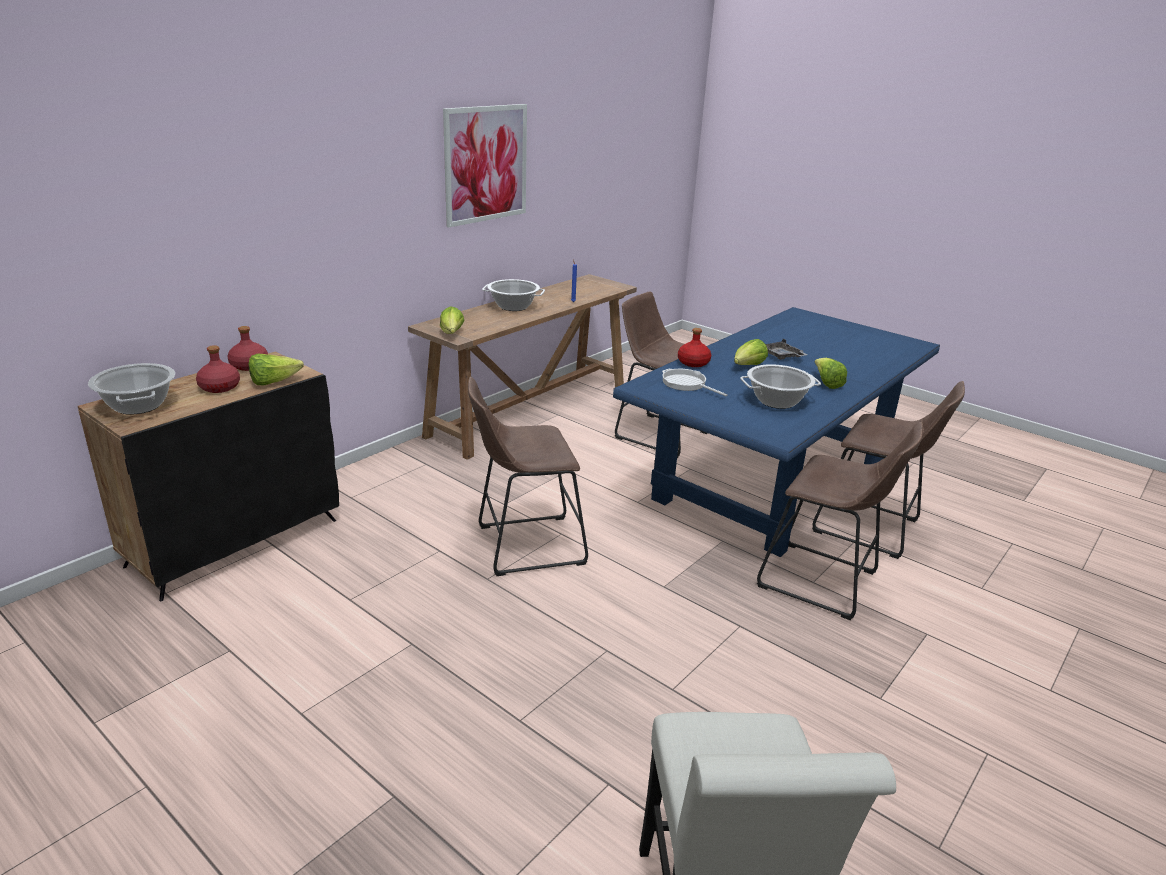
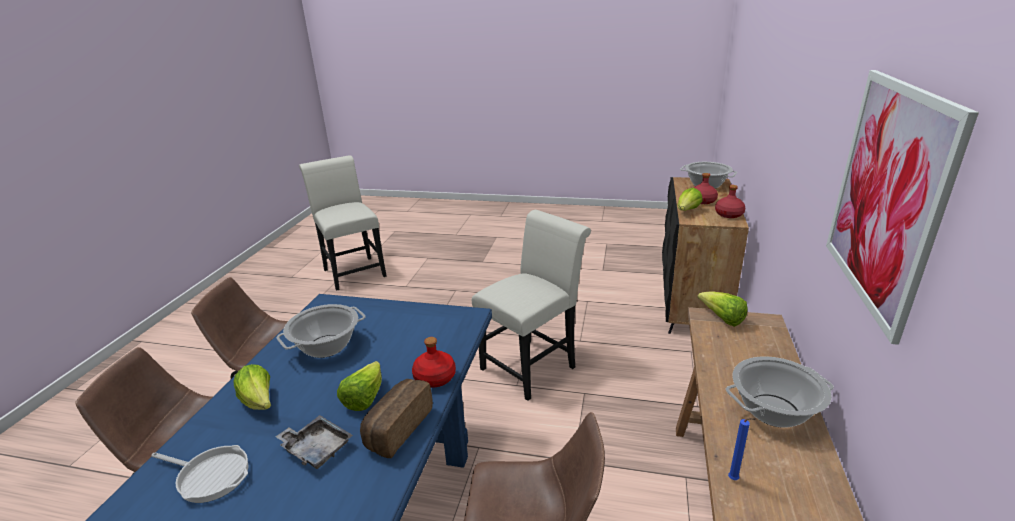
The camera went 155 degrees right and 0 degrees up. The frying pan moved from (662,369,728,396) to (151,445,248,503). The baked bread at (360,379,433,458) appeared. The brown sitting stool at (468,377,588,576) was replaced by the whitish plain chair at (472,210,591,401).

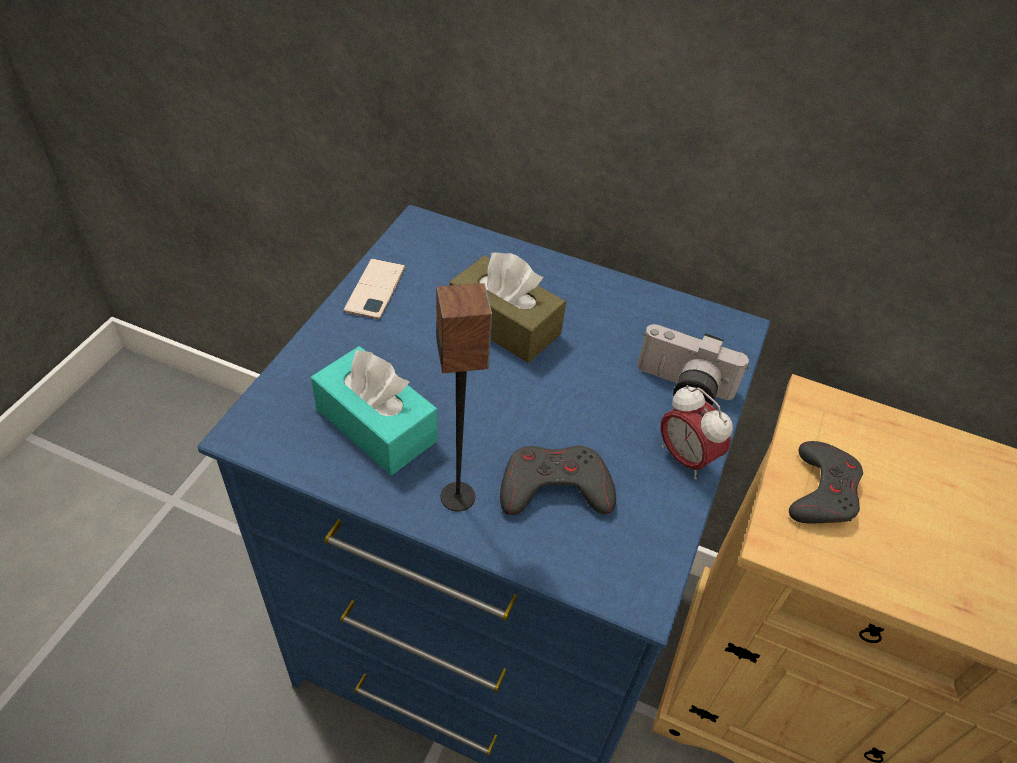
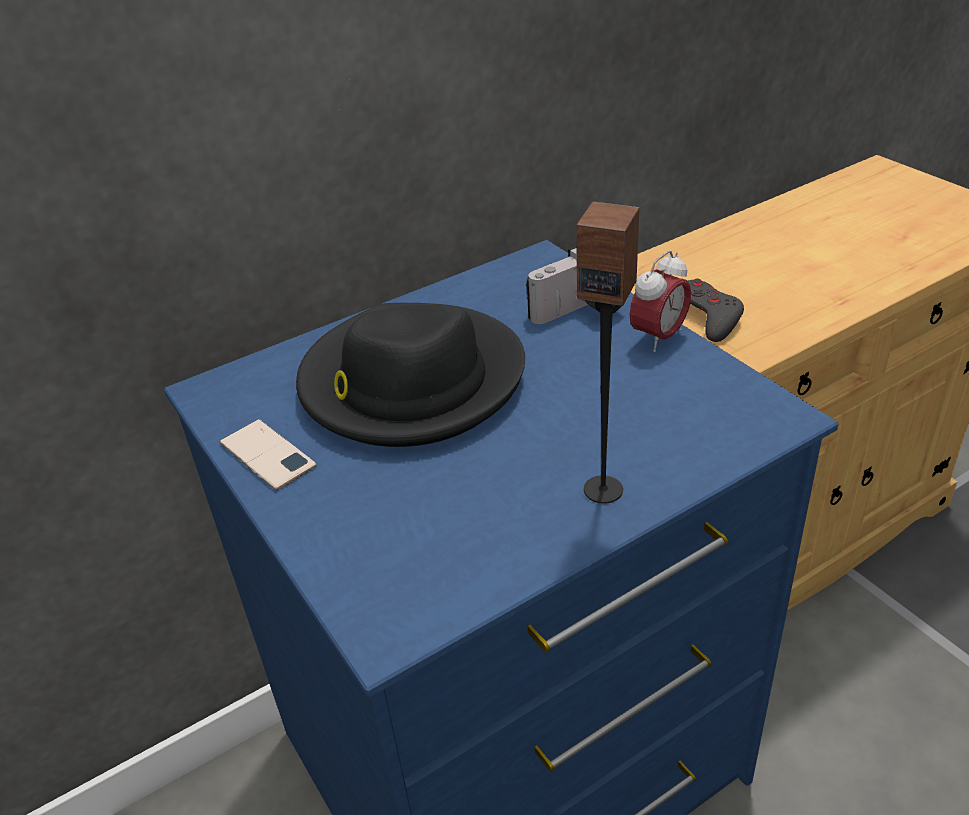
The camera went 50 degrees left and 10 degrees down. The brown tissue holder at (449,252,566,363) was replaced by the blackish clothing hat at (296,303,525,447). The alarm clock at (661,385,733,479) turned 45 degrees counterclockwise. The turquoise tissue holder at (311,346,437,475) disappeared. The grey joypad at (500,446,616,515) disappeared.

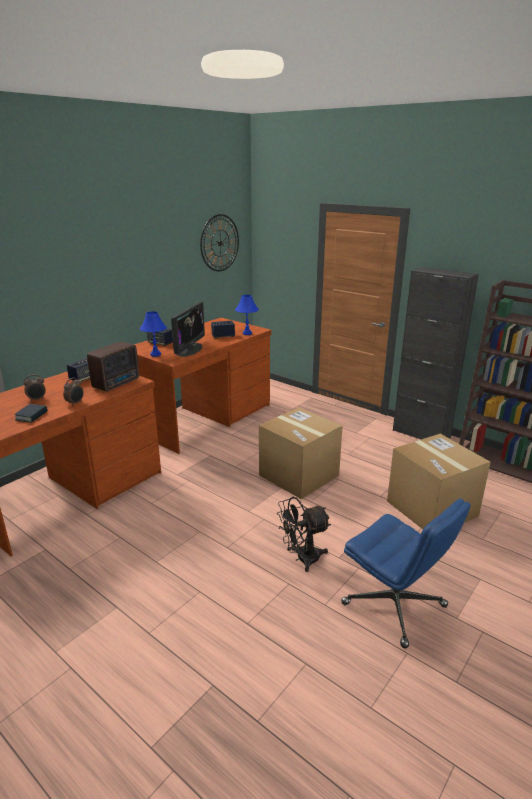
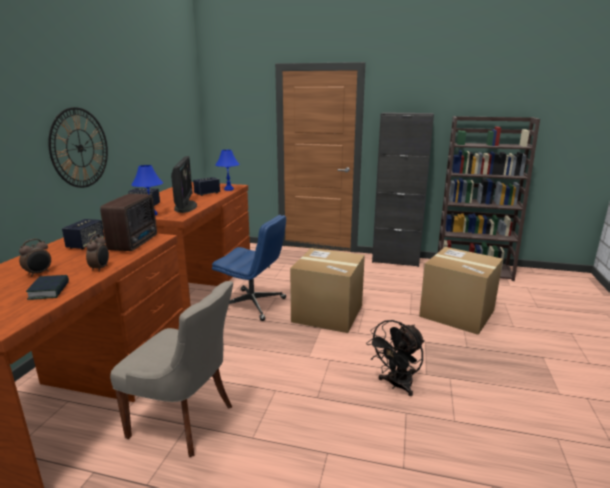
The camera went 25 degrees left and 5 degrees down. The clock on the wall moved from (200,214,239,271) to (48,107,108,188). The grey plain chair at (110,281,233,457) appeared. The blue-coloured desk chair moved from (341,499,470,648) to (212,215,286,321).

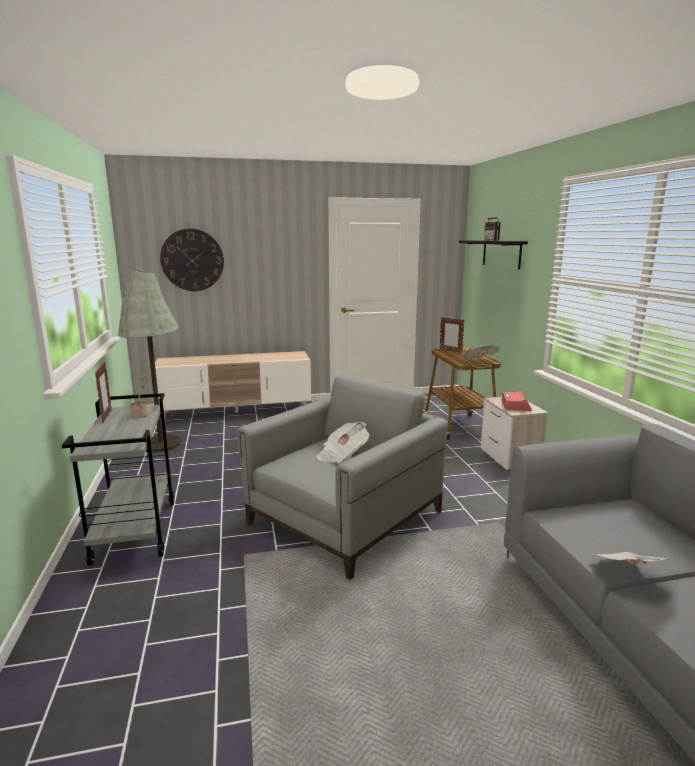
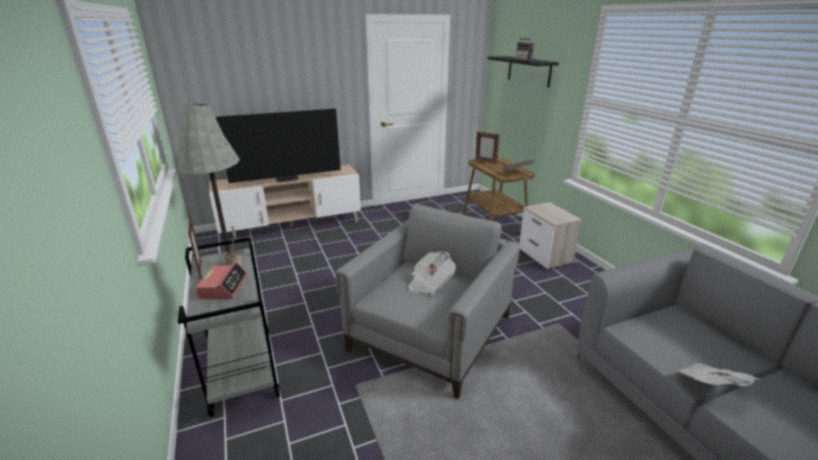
The camera went 10 degrees left and 10 degrees up. The alarm clock moved from (502,390,532,411) to (195,263,247,299). The television at (216,109,341,183) appeared. The clock on the wall at (160,229,224,291) disappeared.

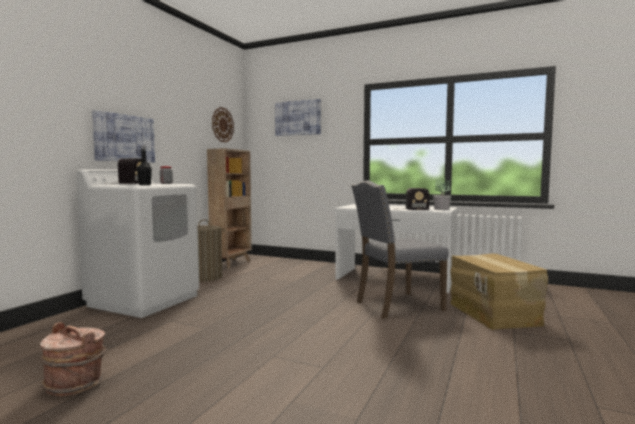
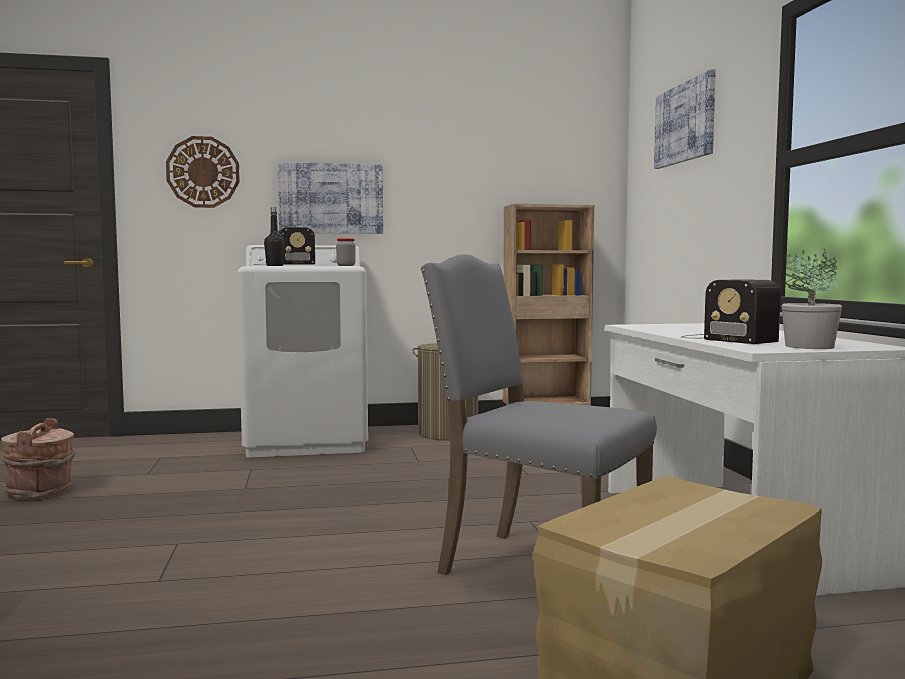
The camera went 55 degrees right and 0 degrees up. The clock on the wall moved from (212,107,234,142) to (166,136,240,208).

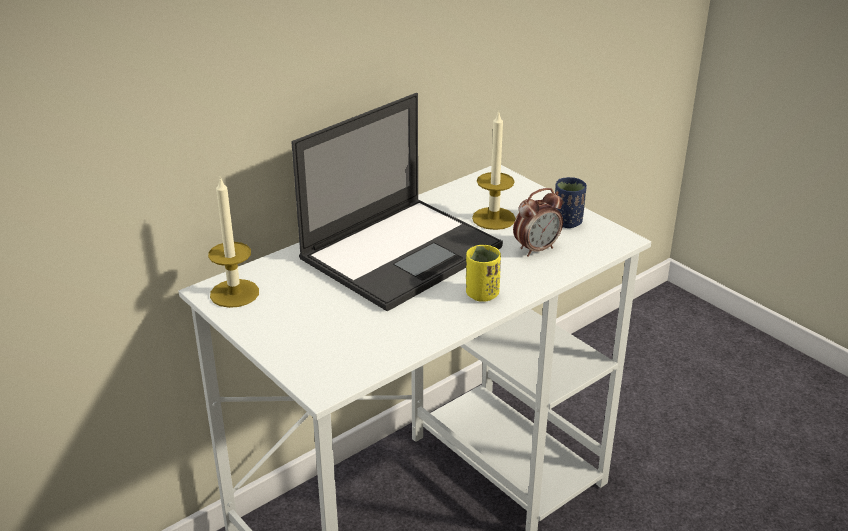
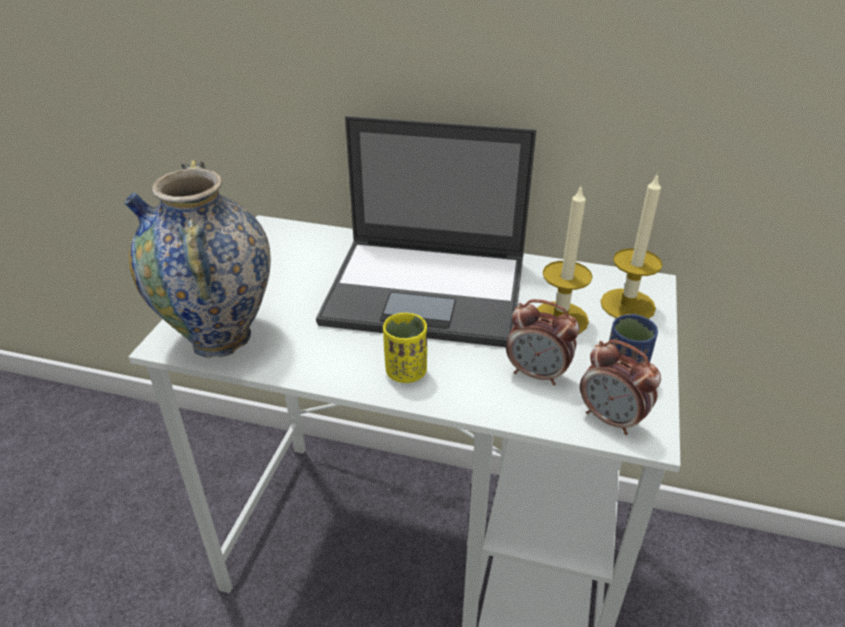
The camera went 55 degrees right and 5 degrees up. The vase at (124,160,271,358) appeared. The alarm clock at (580,340,661,435) appeared. The candle moved from (208,177,259,308) to (600,173,663,319).

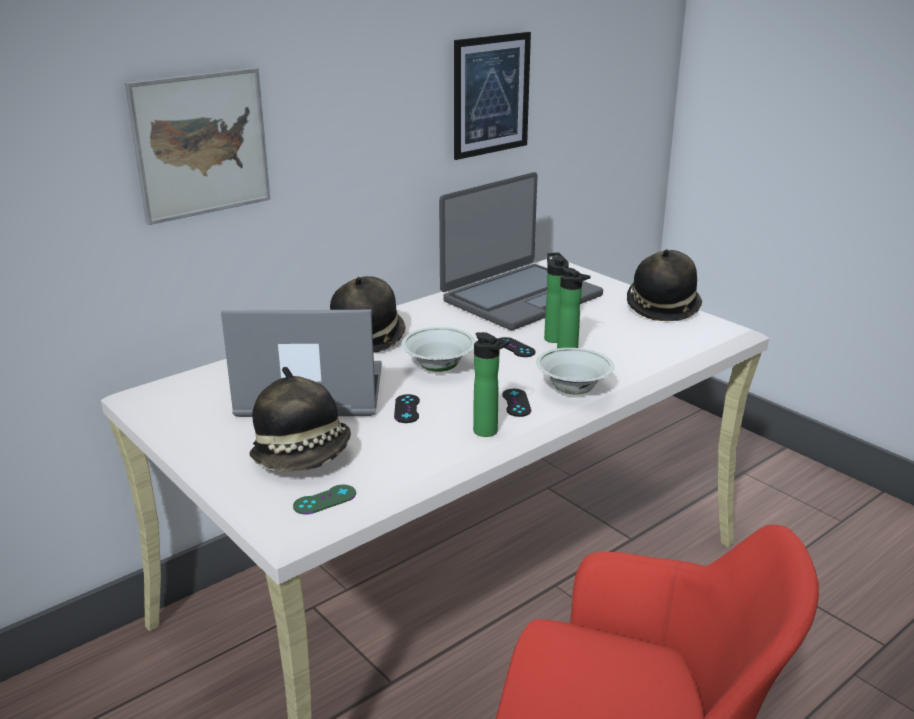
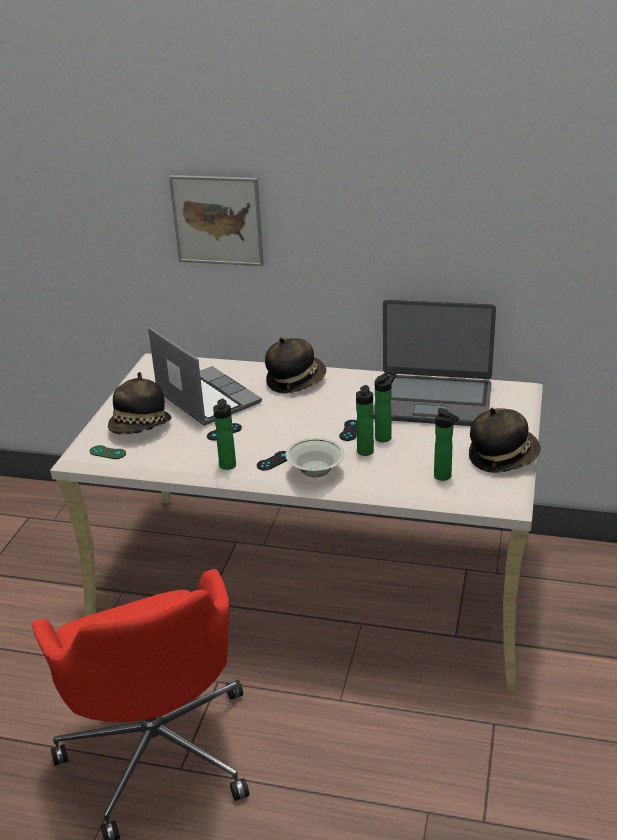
The camera went 55 degrees right and 5 degrees up. The bottle at (434,408,459,481) appeared. The whitish serving bowl at (401,327,476,372) disappeared. The picture at (454,32,531,160) disappeared.

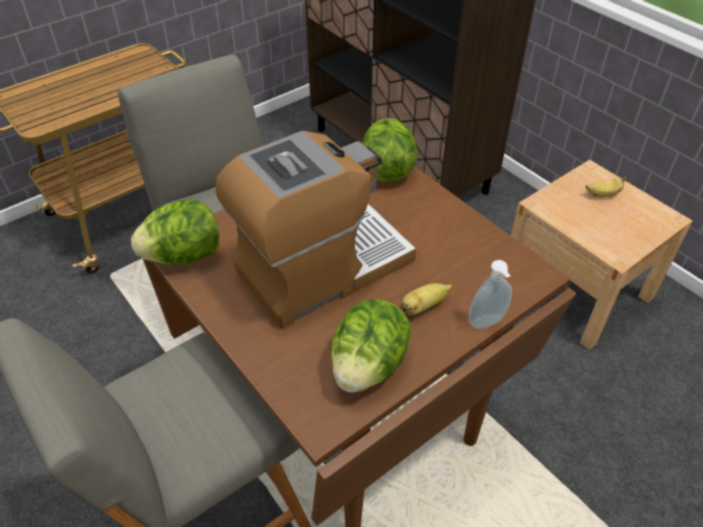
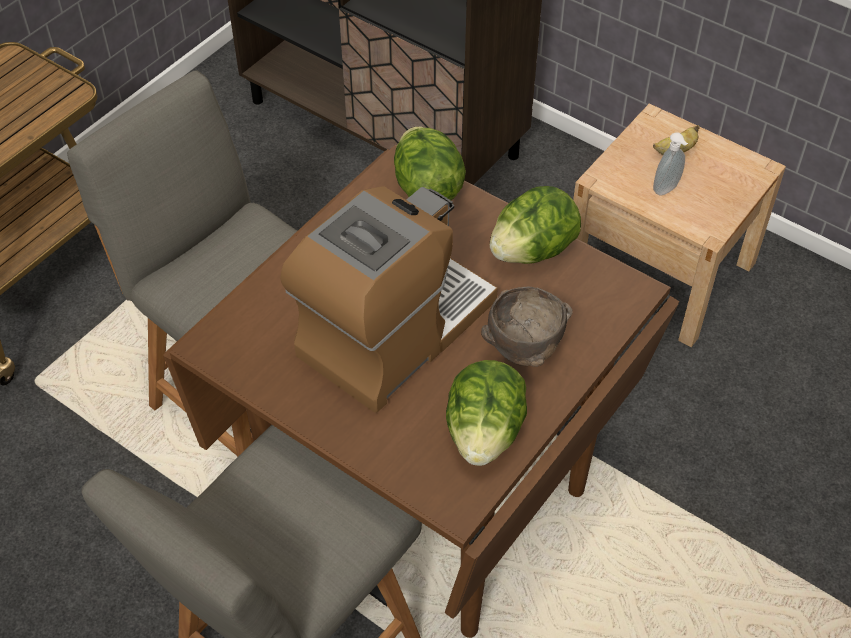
The camera went 15 degrees left and 5 degrees up. The whole banana at (401,283,452,315) was replaced by the brown serving bowl at (481,286,573,367). The lettuce moved from (131,199,219,265) to (490,186,581,264). The liquid soap bottle moved from (469,260,512,329) to (653,132,688,195).

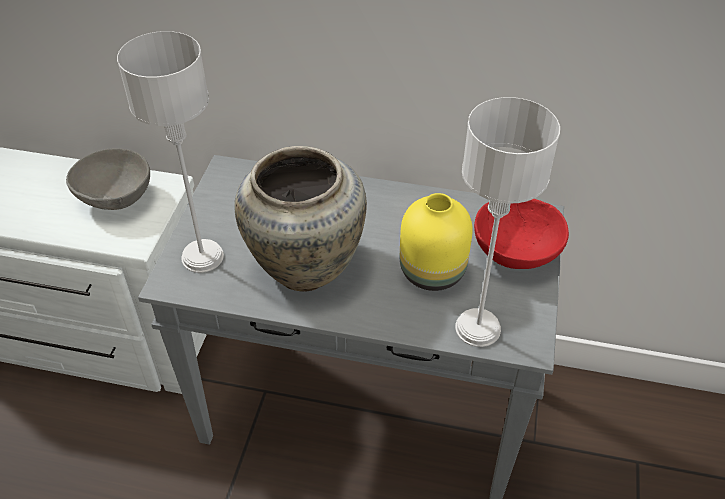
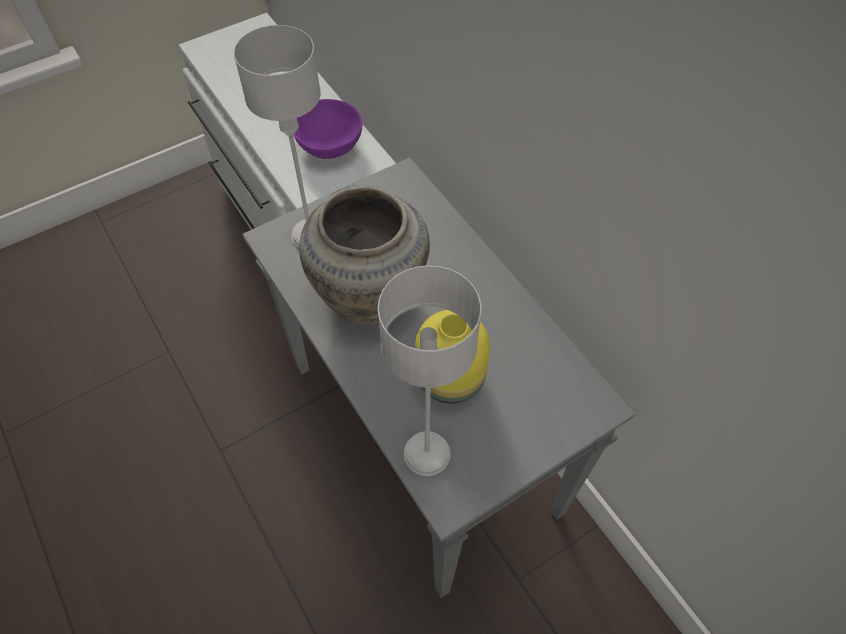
The camera went 45 degrees right and 10 degrees up. The grey serving bowl at (66,148,150,210) became the purple-coloured serving bowl at (294,99,362,159). The red-coloured serving bowl at (474,199,569,269) disappeared.

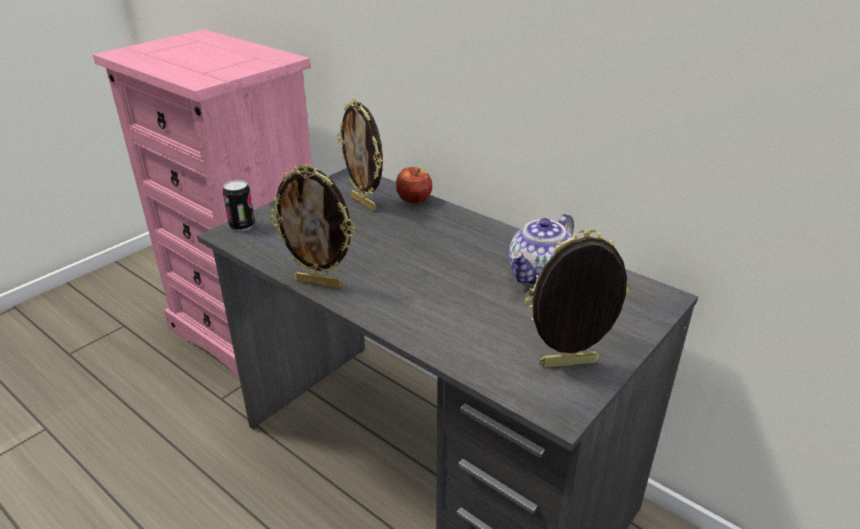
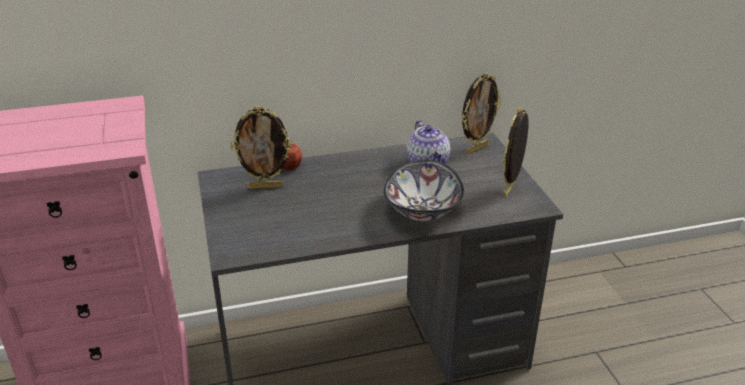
The camera went 55 degrees left and 0 degrees up. The serving bowl at (384,160,464,221) appeared. The picture frame moved from (269,164,355,288) to (462,72,501,155). The sealed can at (223,180,255,231) disappeared.

